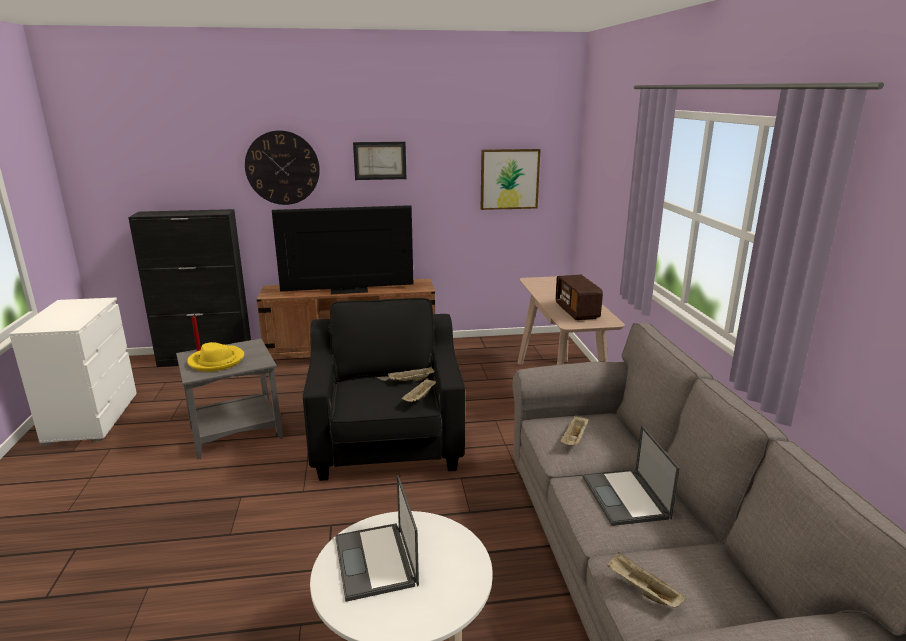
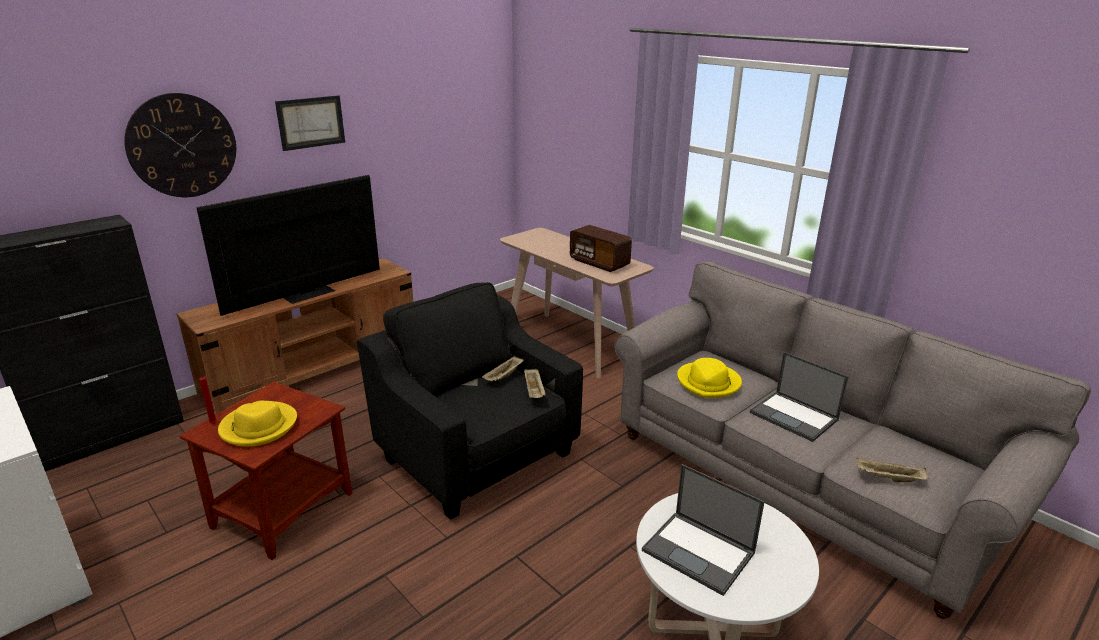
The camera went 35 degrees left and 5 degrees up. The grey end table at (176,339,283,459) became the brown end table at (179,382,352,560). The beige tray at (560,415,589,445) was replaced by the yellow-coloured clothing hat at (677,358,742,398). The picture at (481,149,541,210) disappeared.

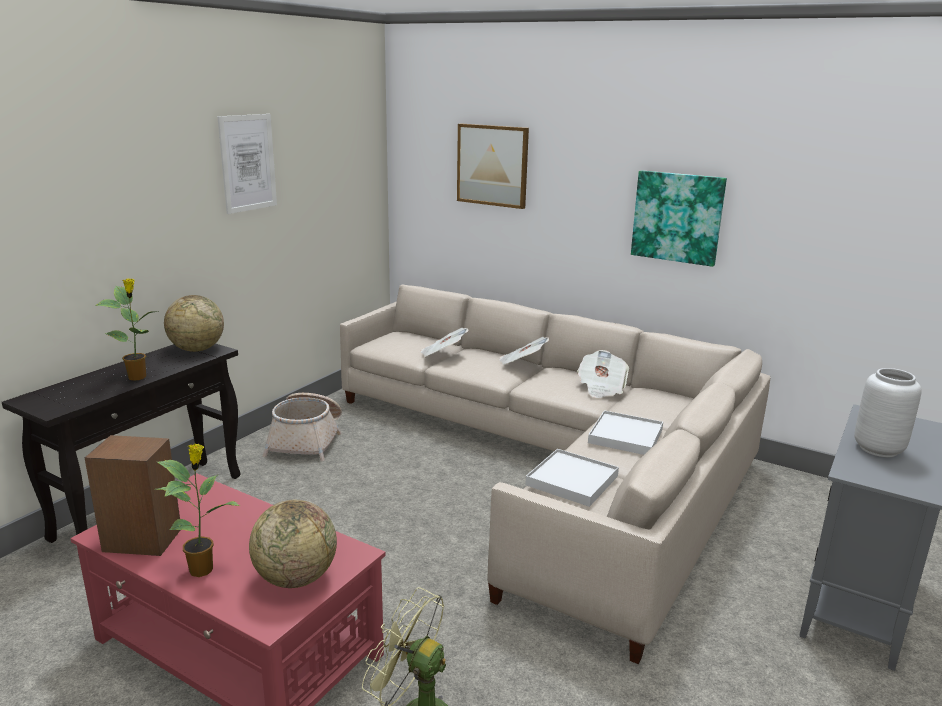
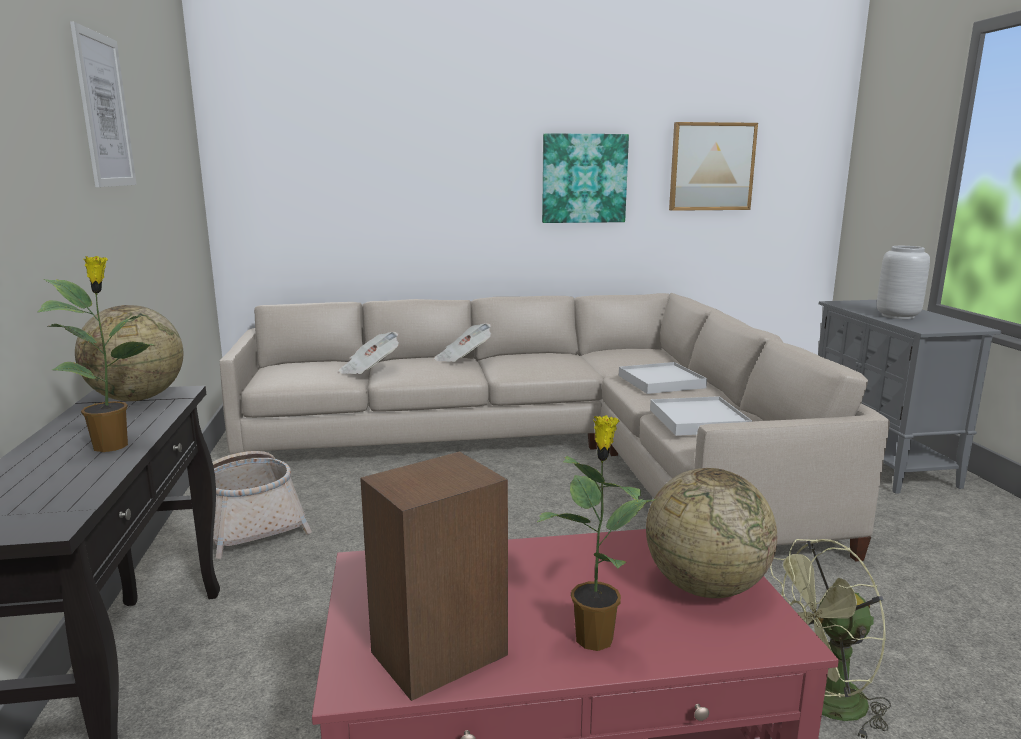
The camera went 40 degrees left and 5 degrees down. The picture moved from (457,124,529,209) to (669,122,758,211). The printed paper at (577,350,629,398) disappeared.

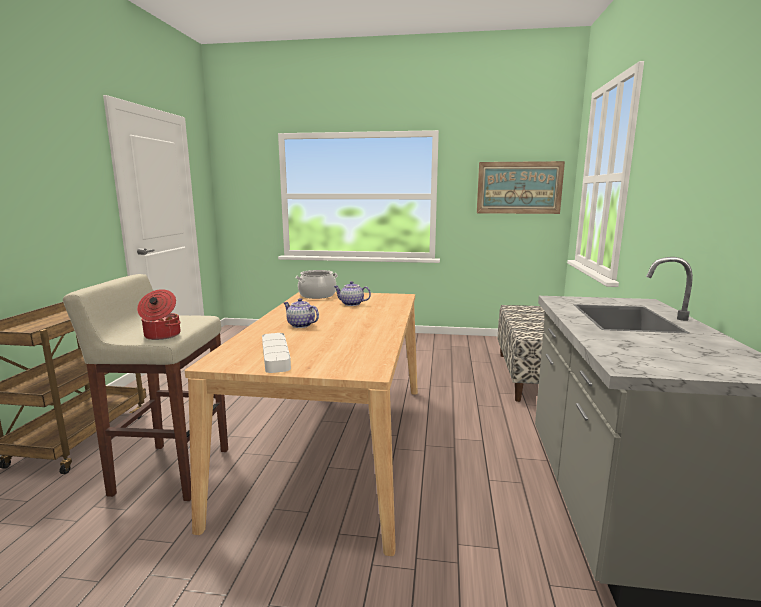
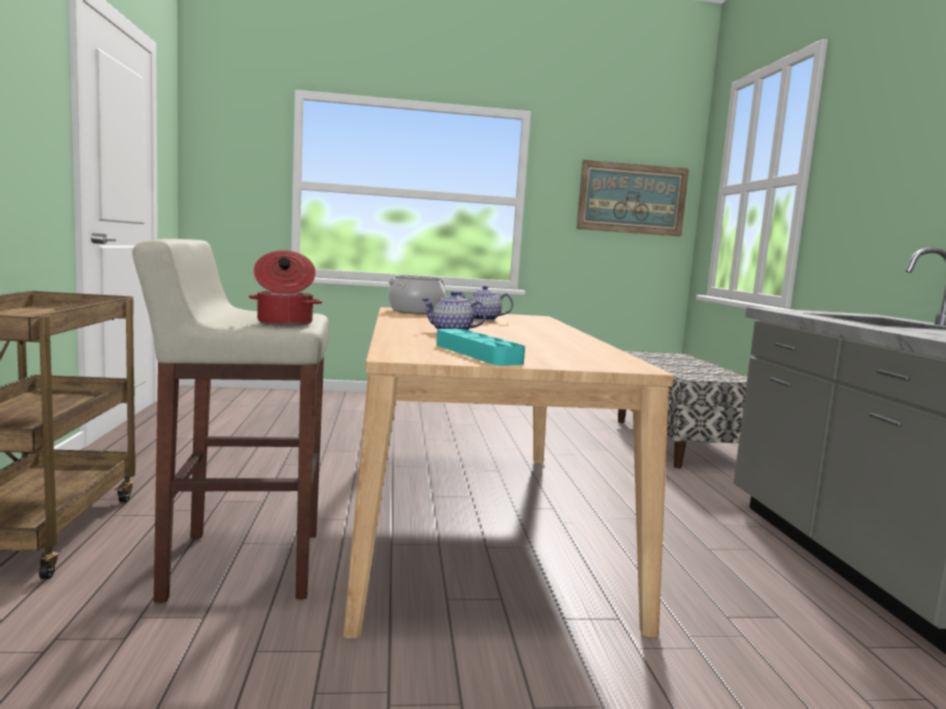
The camera went 15 degrees left and 5 degrees down. The whitish tray at (262,333,291,373) became the turquoise tray at (436,329,525,366).

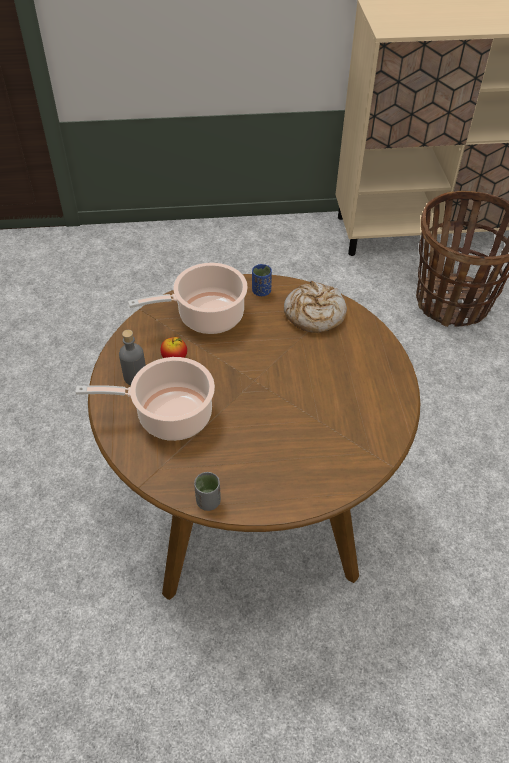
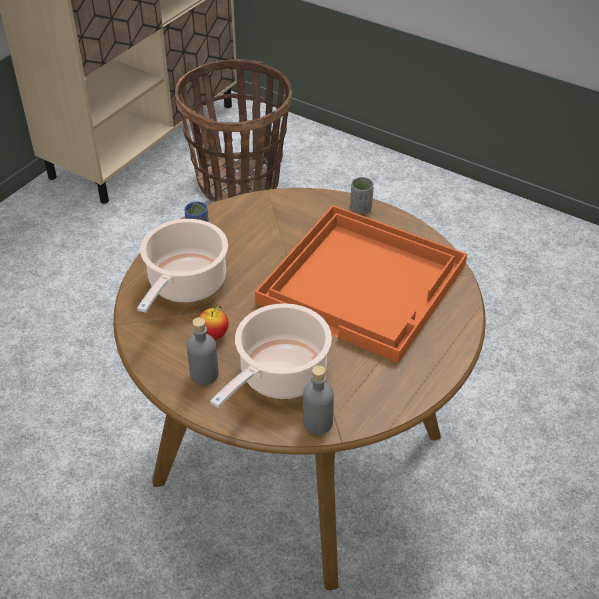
The camera went 50 degrees left and 5 degrees down. The orange-coloured tray at (255,205,467,363) appeared. The grey bottle at (303,365,334,435) appeared. The grey drinking cup moved from (194,472,221,511) to (350,177,374,214). The baked bread at (284,281,347,333) disappeared.

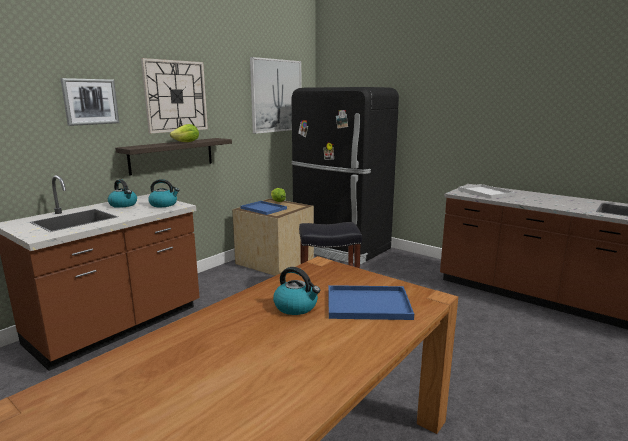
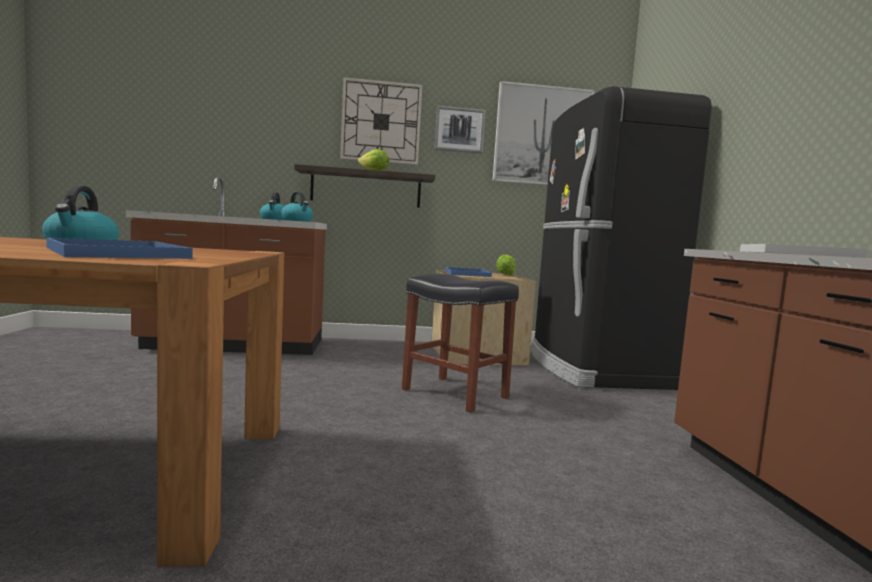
The camera went 45 degrees right and 10 degrees down. The picture moved from (60,78,119,126) to (434,106,485,154).

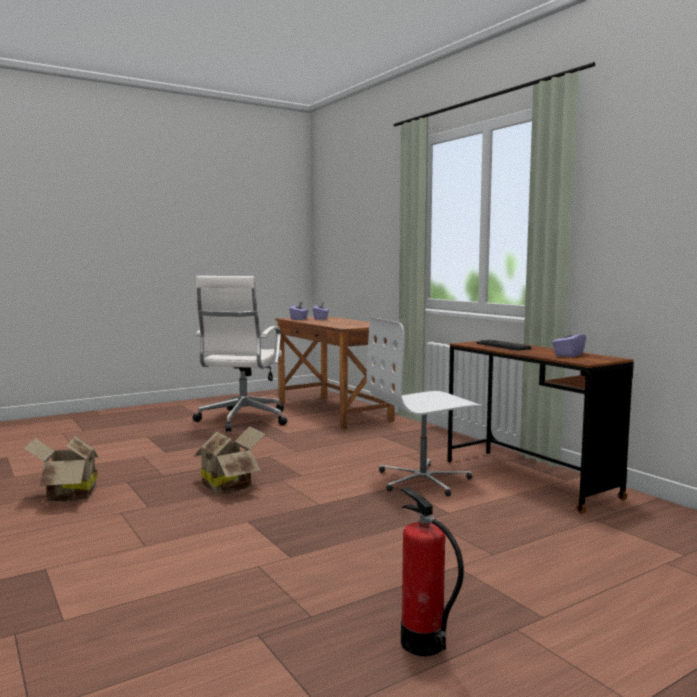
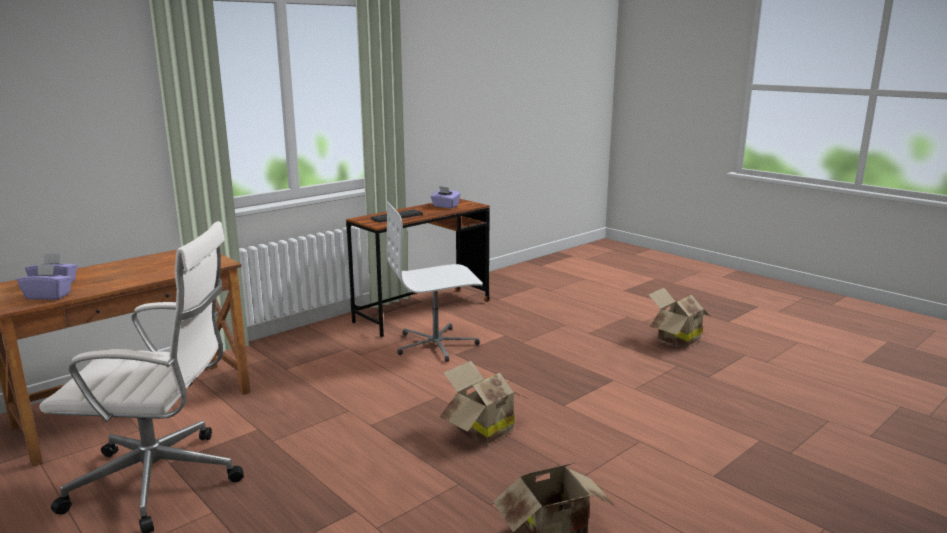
The camera went 100 degrees left and 10 degrees up. The whitish desk chair at (366,317,482,496) turned 105 degrees clockwise. The fire extinguisher at (400,487,464,656) was replaced by the carton at (648,288,710,348).

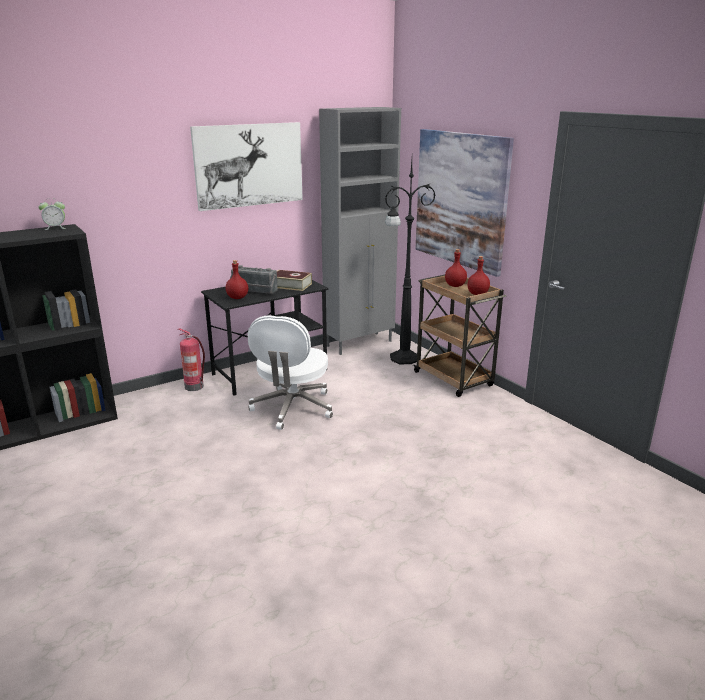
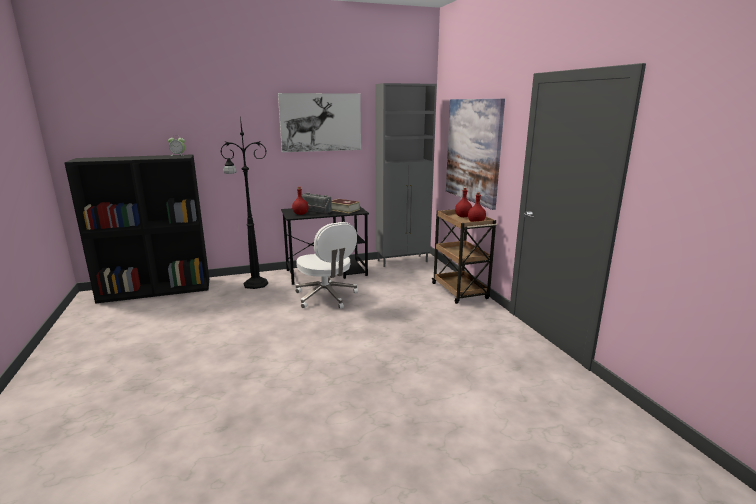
The camera went 15 degrees right and 5 degrees down. The blackish standing lamp moved from (385,160,436,364) to (220,116,268,289). The whitish desk chair at (248,315,333,430) turned 60 degrees counterclockwise. The fire extinguisher at (178,328,205,391) disappeared.

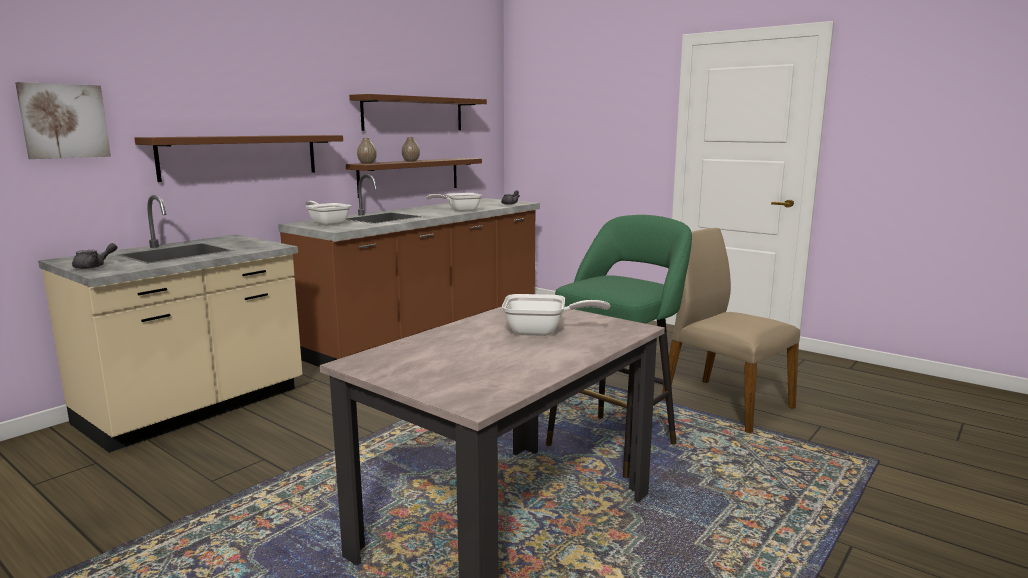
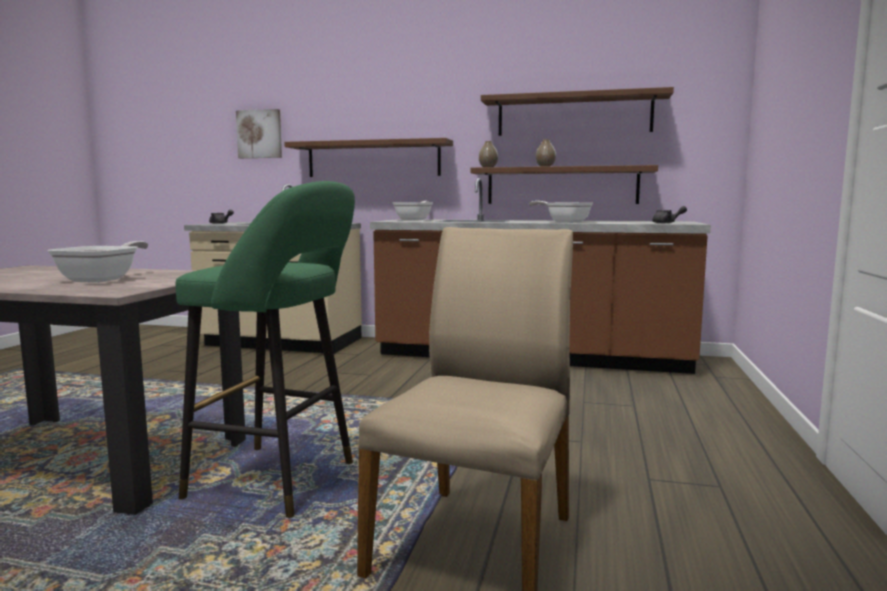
The camera went 65 degrees right and 5 degrees down. The frying pan at (502,294,610,336) turned 150 degrees counterclockwise.

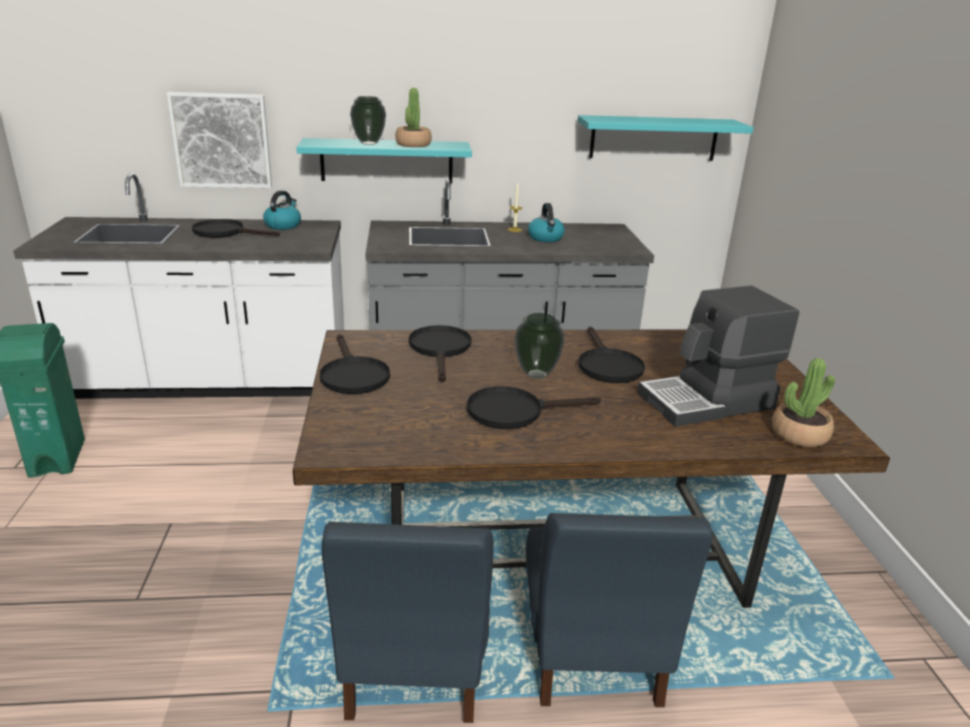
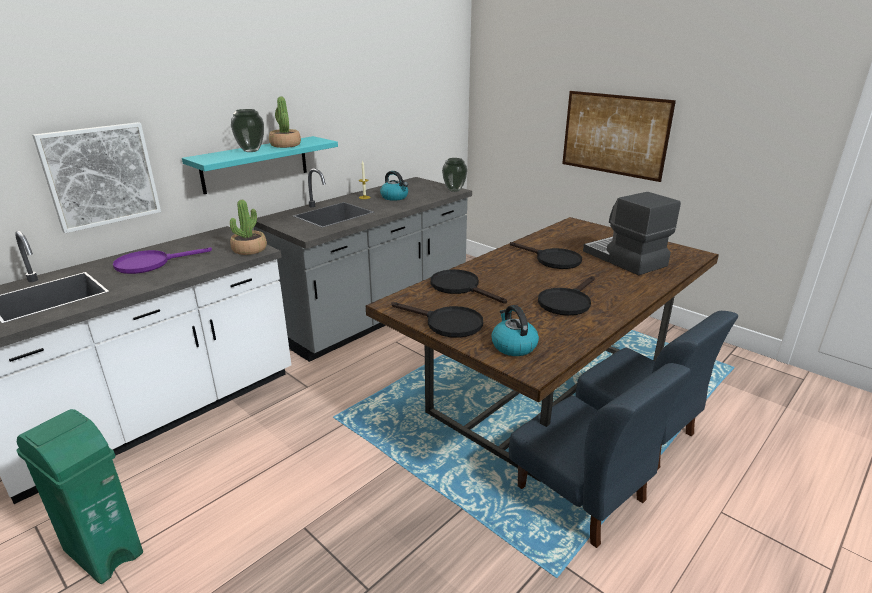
The camera went 40 degrees left and 0 degrees up. The blackish frying pan at (192,219,280,238) became the purple-coloured frying pan at (113,248,212,274). The potted plant moved from (772,358,835,447) to (230,200,267,255). The vase moved from (515,313,564,379) to (442,158,467,192). The kettle moved from (263,190,301,230) to (491,305,539,356). The picture at (562,91,676,182) appeared. The coffee machine at (637,285,800,427) turned 120 degrees clockwise. The turquoise bracket shelf at (578,115,754,161) disappeared.

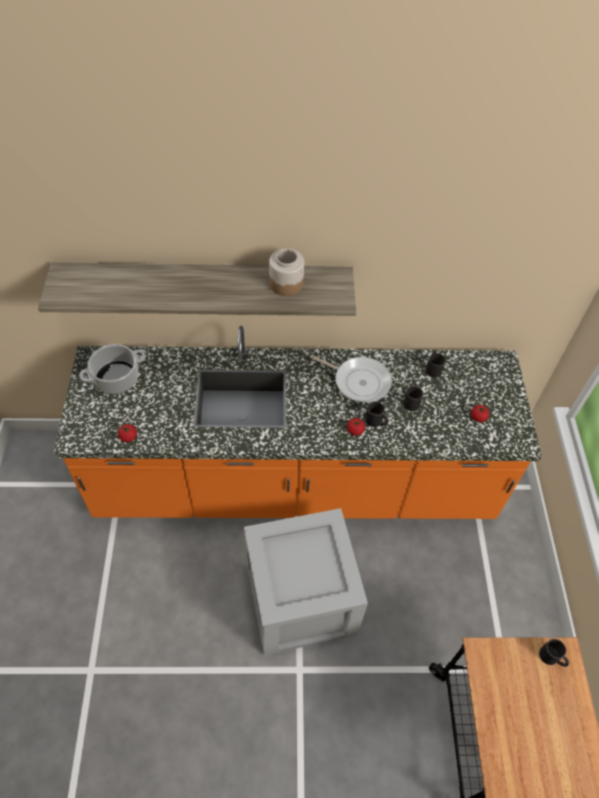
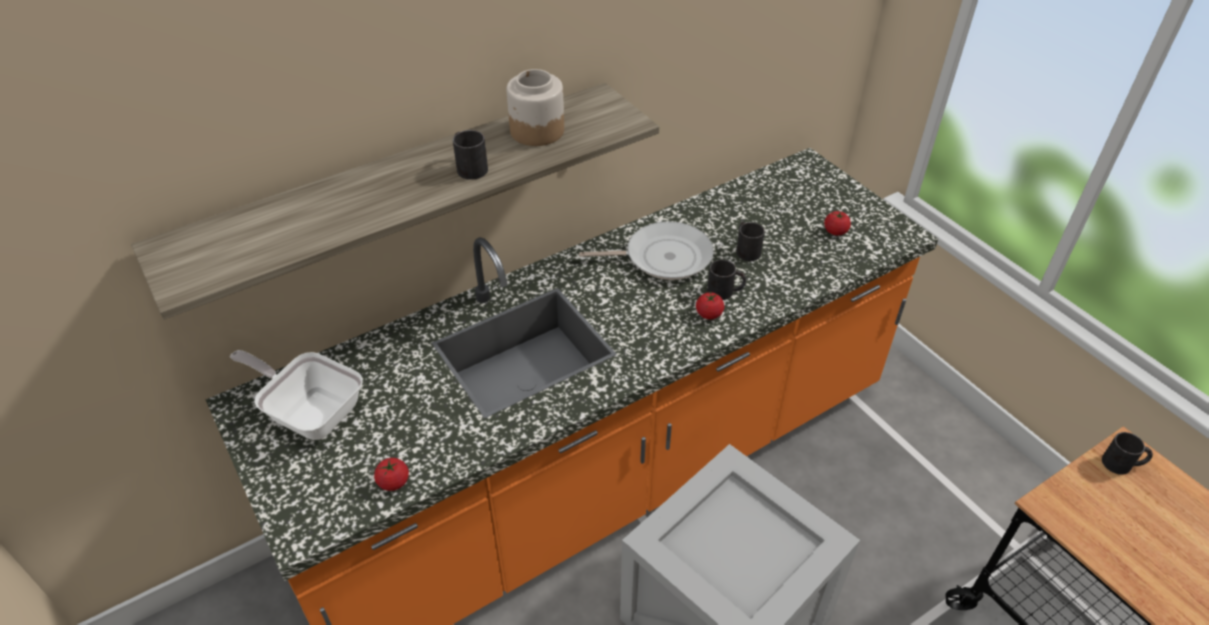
The camera went 30 degrees left and 10 degrees down. The saucepot at (79,344,146,394) was replaced by the frying pan at (230,350,363,440). The blackish tea mug moved from (426,351,446,378) to (453,130,488,180).

